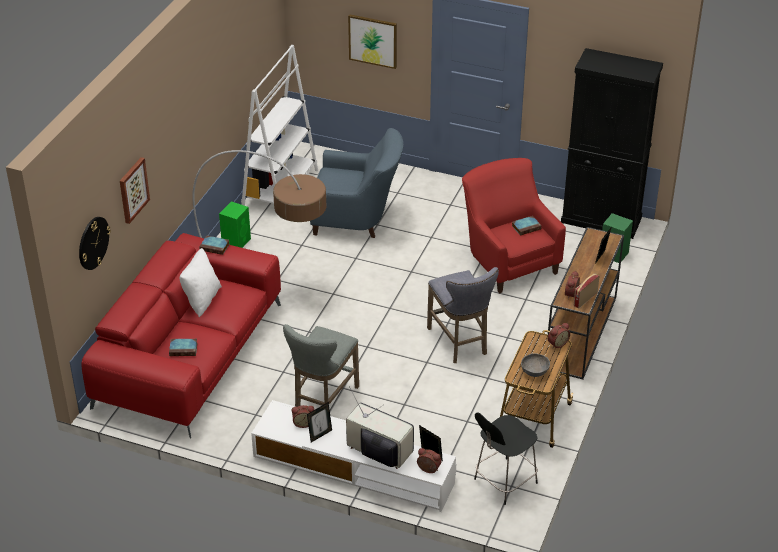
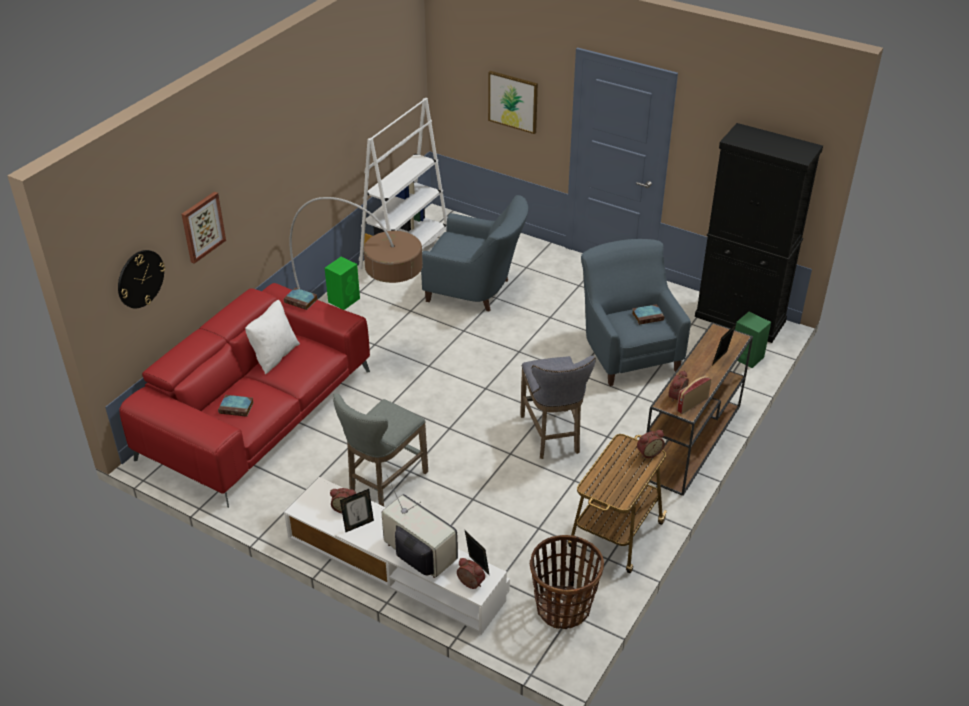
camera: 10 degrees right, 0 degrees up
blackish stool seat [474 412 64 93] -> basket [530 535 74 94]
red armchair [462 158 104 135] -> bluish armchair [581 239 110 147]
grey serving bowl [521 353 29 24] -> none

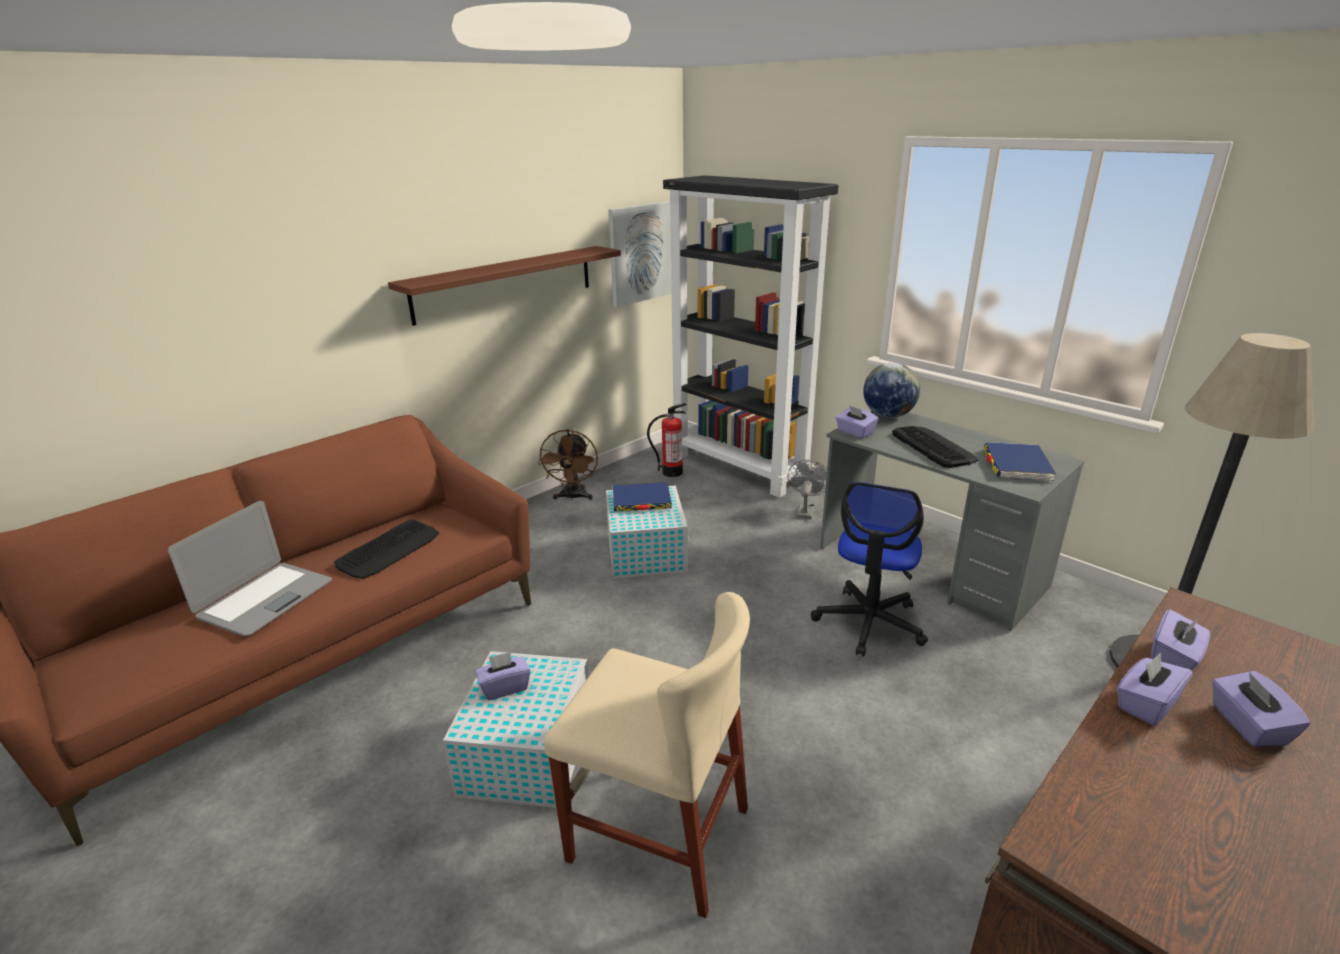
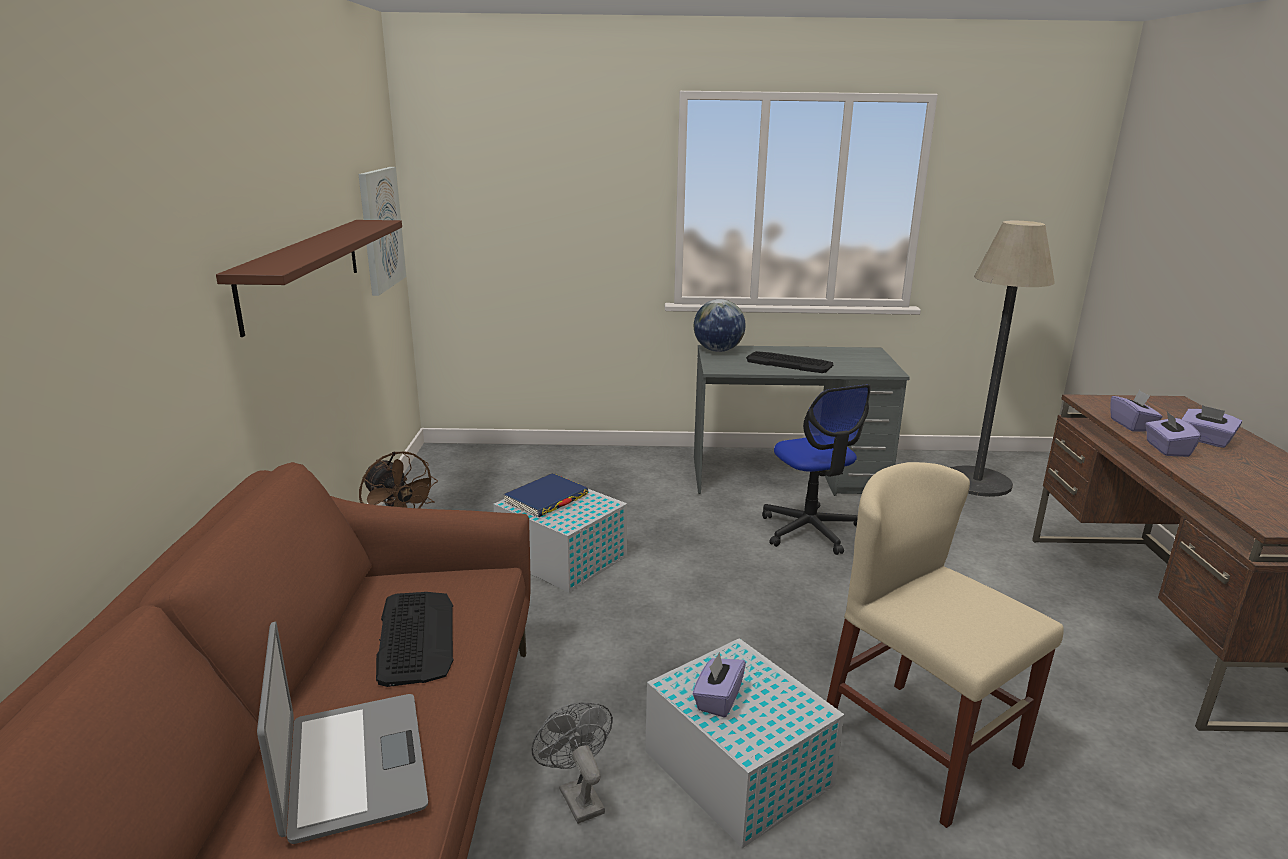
camera: 45 degrees left, 5 degrees down
grey fan [787 460 40 59] -> grey fan [531 702 82 122], shifted
beige-coloured plain chair [544 592 206 326] -> beige-coloured plain chair [827 462 237 366], 105 degrees counterclockwise
fire extinguisher [647 403 40 74] -> none
blackish bookcase [663 175 176 323] -> none
purple-coloured tissue holder [836 405 42 34] -> none
bluish bound book [984 442 72 40] -> none

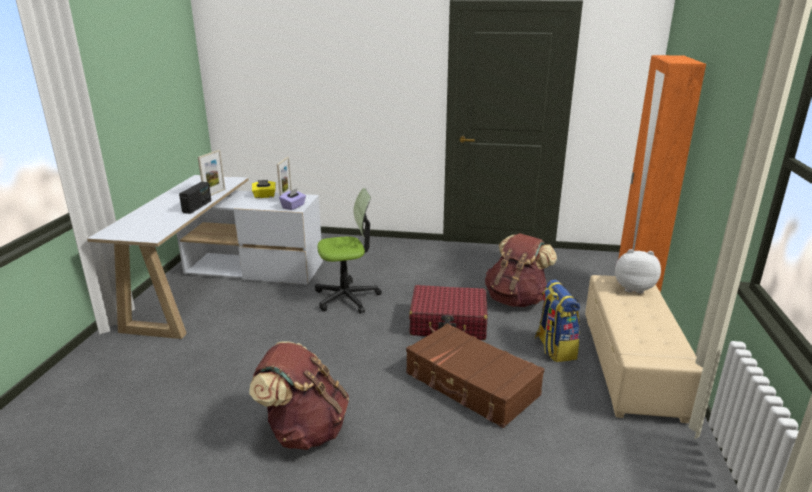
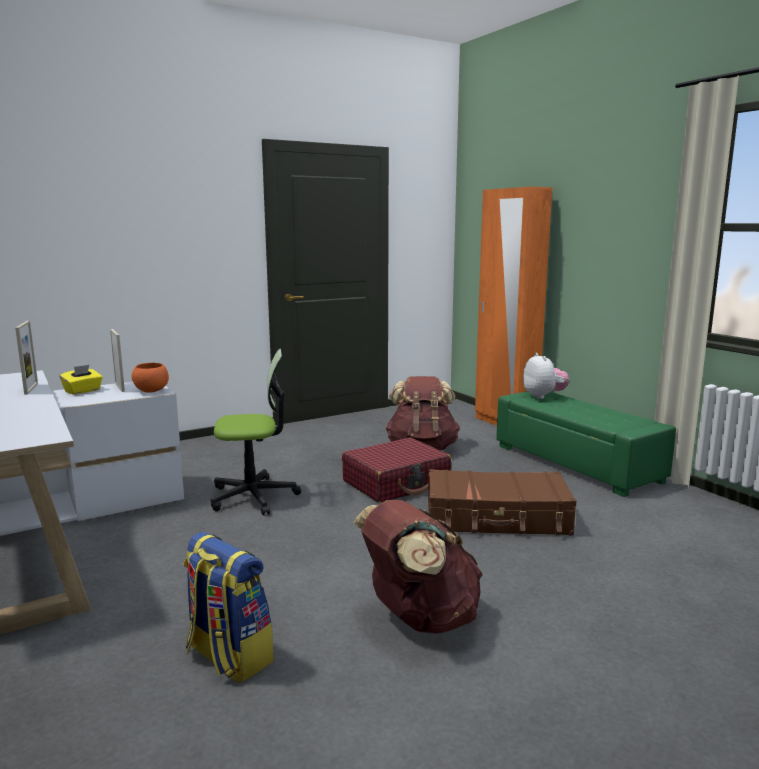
camera: 40 degrees left, 10 degrees down
purple-coloured tissue holder [279 188 27 22] -> orange-coloured serving bowl [132 363 37 30]
knapsack [535 279 45 83] -> knapsack [183 532 91 151], shifted
computer chair [315 188 67 126] -> computer chair [210 349 91 166], 45 degrees clockwise
beige-coloured pouffe [585 275 118 148] -> green-coloured pouffe [496 391 180 106]
soft toy [615 249 46 44] -> soft toy [523 353 46 46], 105 degrees clockwise
radio [179 182 33 32] -> none

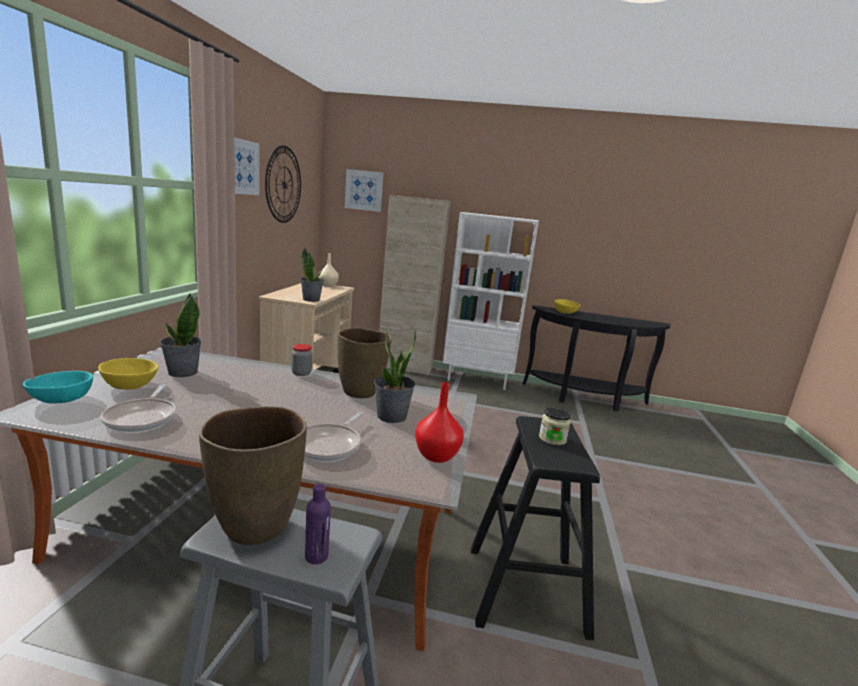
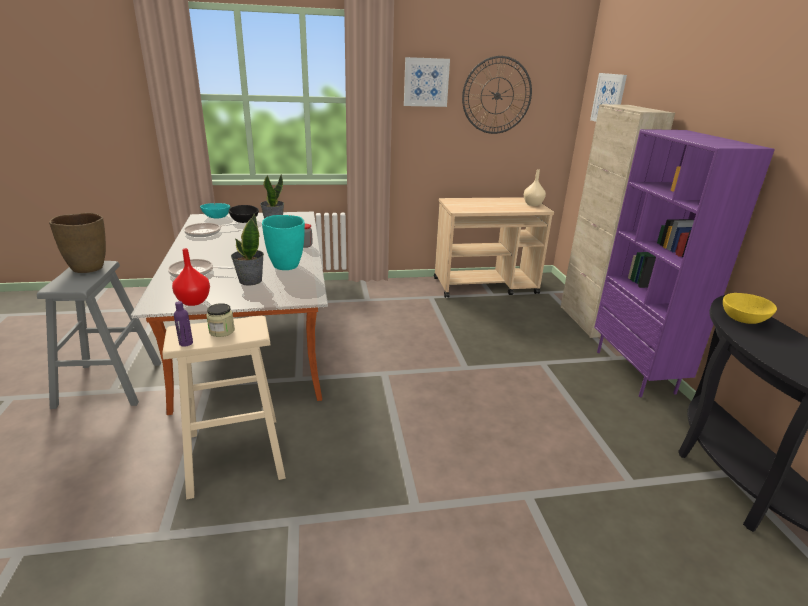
camera: 70 degrees right, 10 degrees up
blackish stool seat [471 416 129 224] -> beige-coloured stool seat [162 316 124 183]
purple-coloured beverage bottle [305 484 26 80] -> purple-coloured beverage bottle [174 301 19 46], shifted
yellow serving bowl [98 358 60 32] -> blackish serving bowl [229 205 30 18]
brown-coloured decorative vase [338 328 54 70] -> turquoise decorative vase [262 215 43 55]
white-coloured bookcase [443 212 96 178] -> purple-coloured bookcase [594 129 181 268]
houseplant [301 248 23 54] -> none

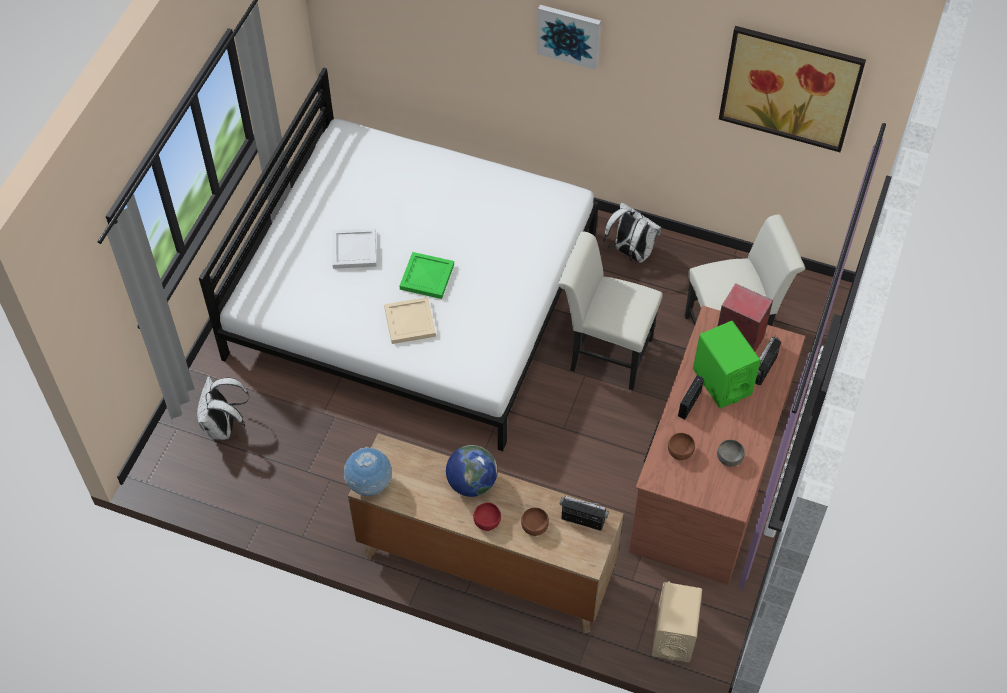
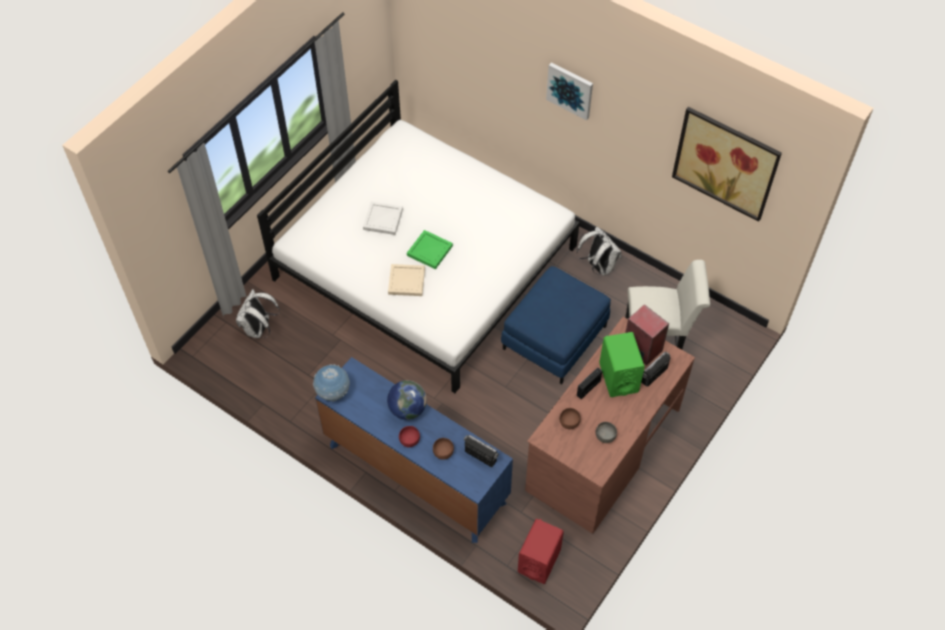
camera: 15 degrees right, 0 degrees up
brown-coloured drawer chest [348 433 276 200] -> bluish drawer chest [315 357 198 186]
white-coloured plain chair [558 232 105 158] -> bluish pouffe [501 266 110 118]
beige-coloured audio speaker [652 581 50 81] -> red audio speaker [518 519 46 65]

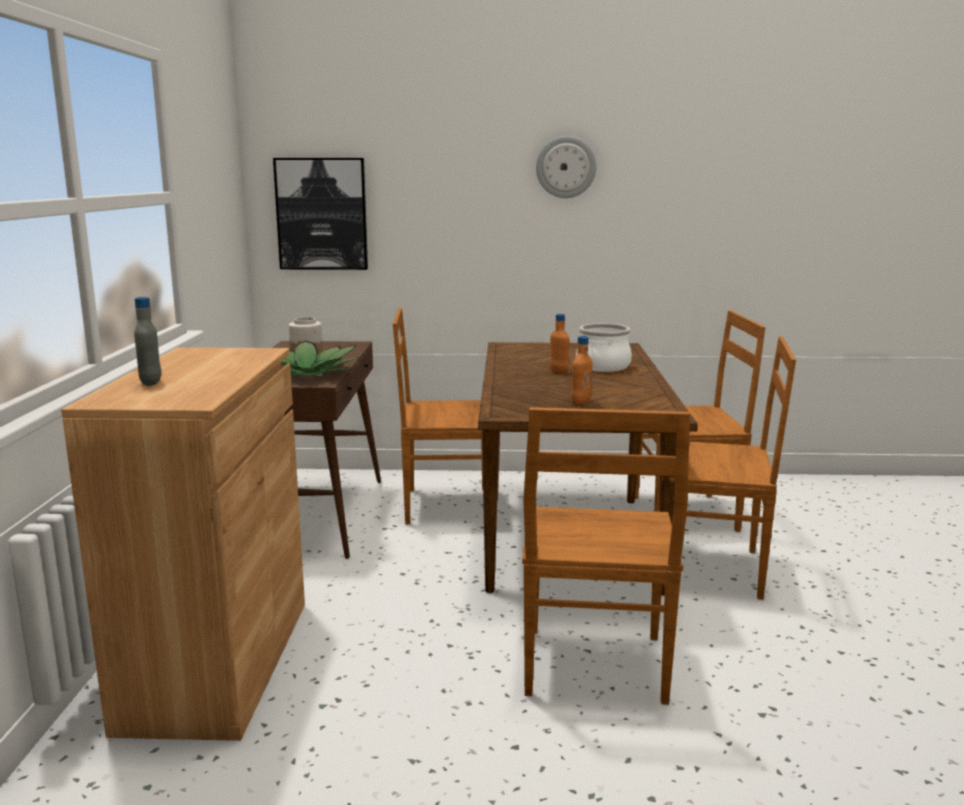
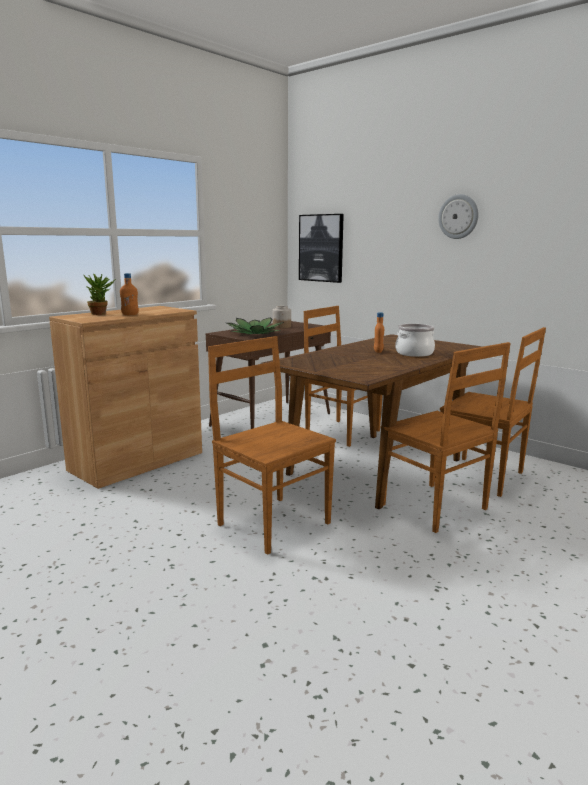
camera: 40 degrees right, 0 degrees up
grey beverage bottle [134 297 28 89] -> houseplant [83 274 33 41]
orange-coloured beverage bottle [571 336 21 69] -> orange-coloured beverage bottle [120 273 19 42], shifted
brown-coloured plain chair [522 407 168 298] -> brown-coloured plain chair [208 336 128 219], 90 degrees clockwise

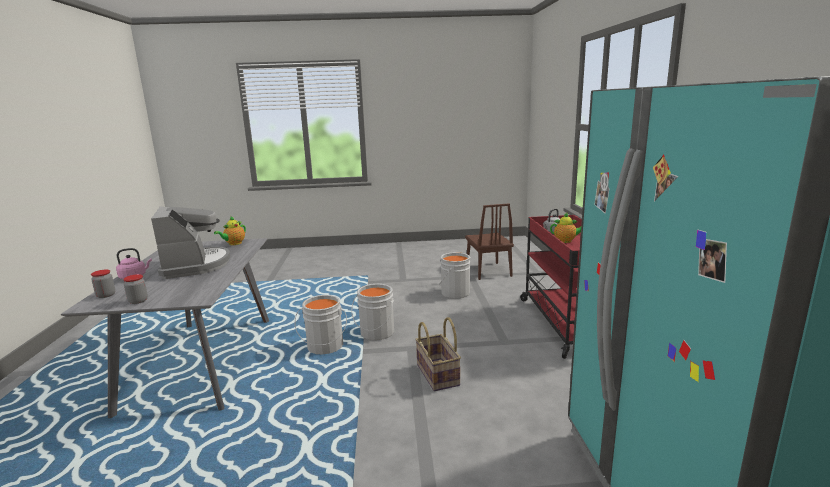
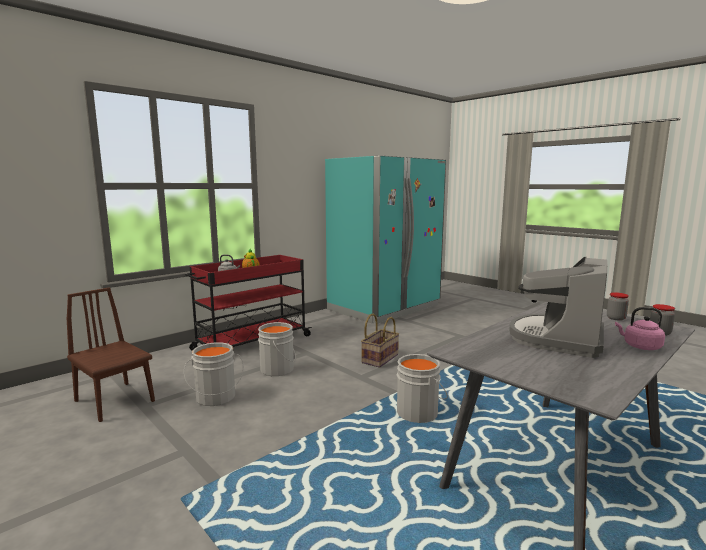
camera: 130 degrees left, 5 degrees down
brown-coloured plain chair [465 203 49 77] -> brown-coloured plain chair [67 287 88 135], 90 degrees counterclockwise
grey water bucket [351 284 43 56] -> grey water bucket [258 322 38 54], shifted
tea pot [214 216 32 29] -> none

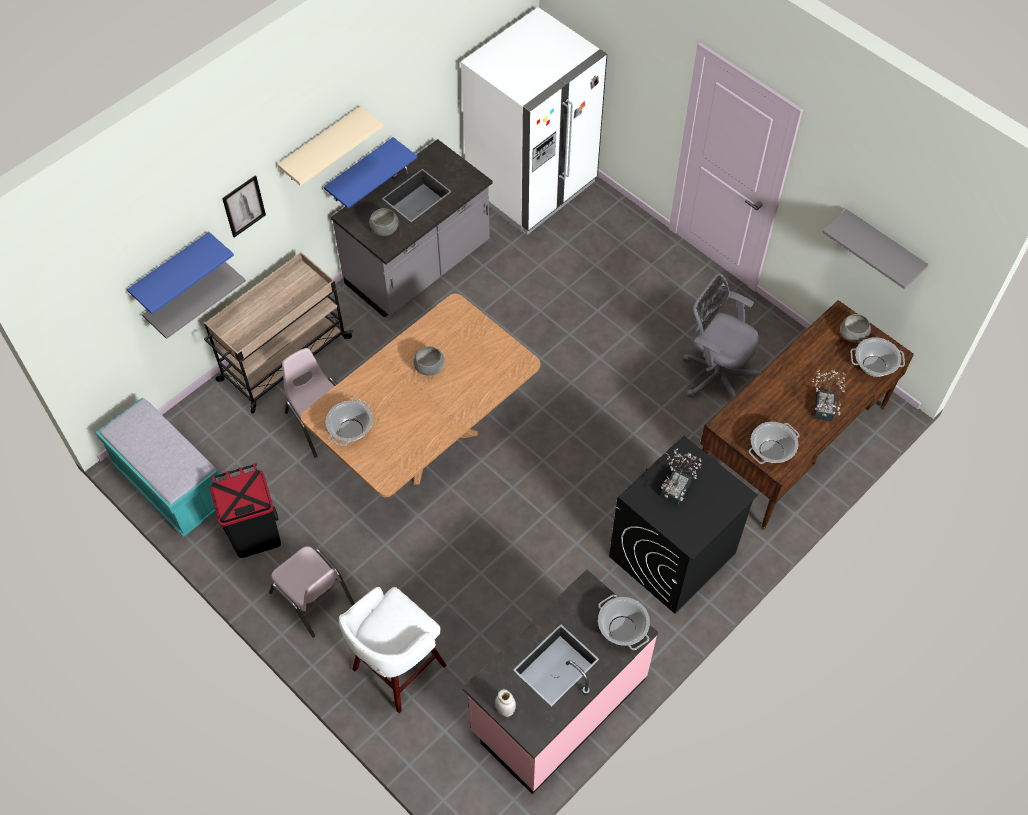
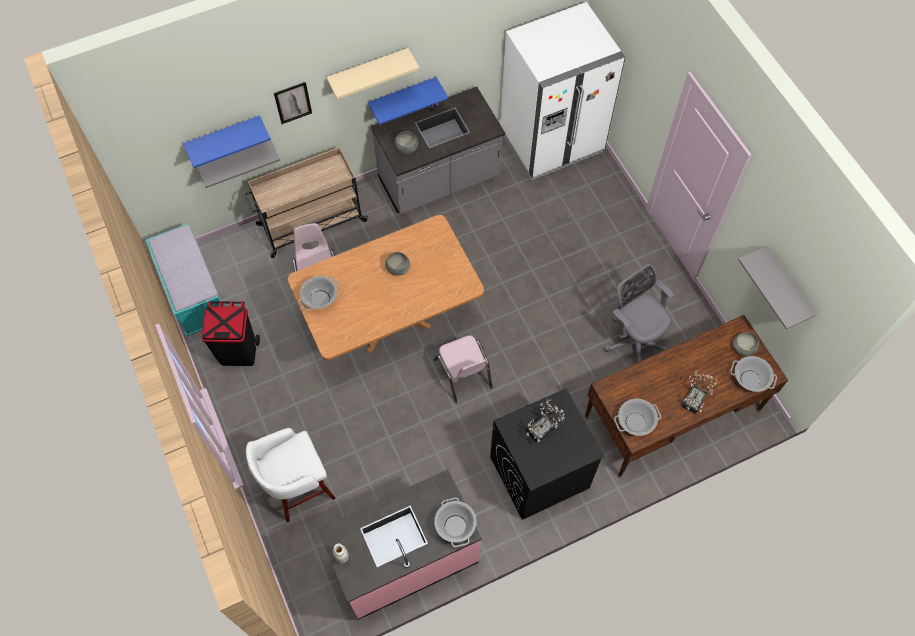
camera: 20 degrees right, 5 degrees up
pink plain chair [269 546 86 92] -> pink plain chair [434 335 59 68], shifted

